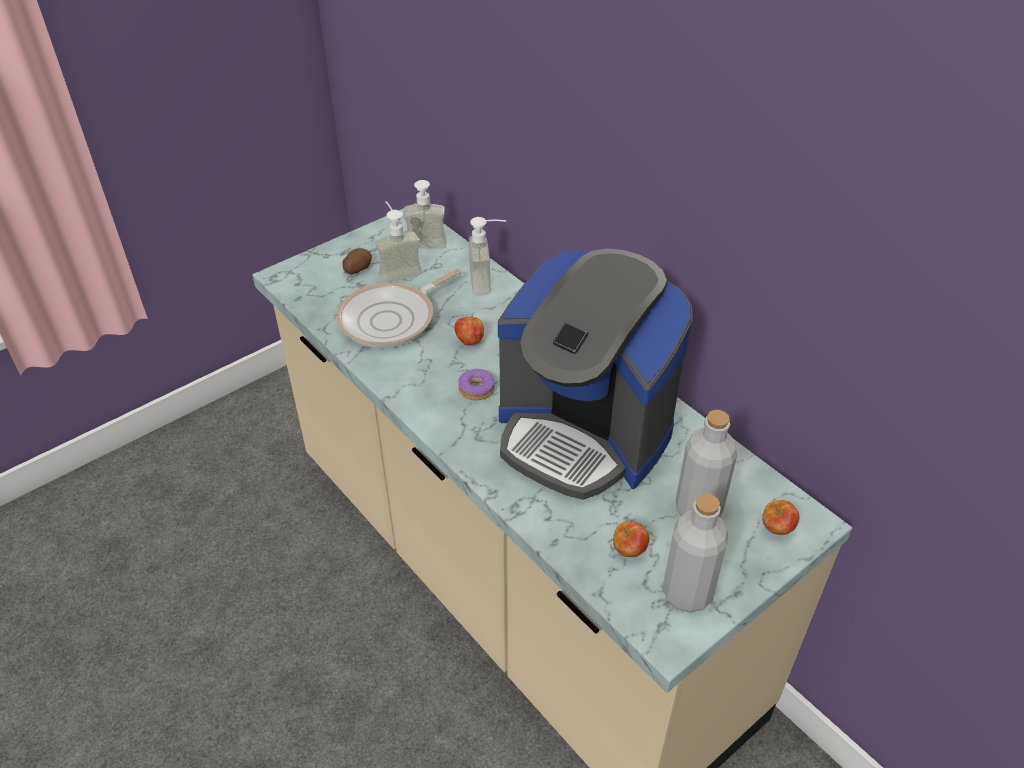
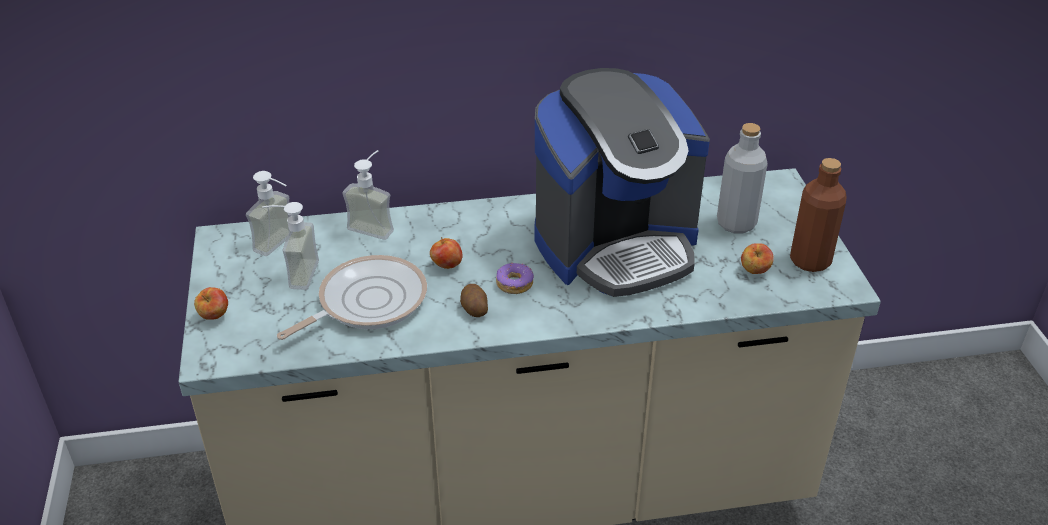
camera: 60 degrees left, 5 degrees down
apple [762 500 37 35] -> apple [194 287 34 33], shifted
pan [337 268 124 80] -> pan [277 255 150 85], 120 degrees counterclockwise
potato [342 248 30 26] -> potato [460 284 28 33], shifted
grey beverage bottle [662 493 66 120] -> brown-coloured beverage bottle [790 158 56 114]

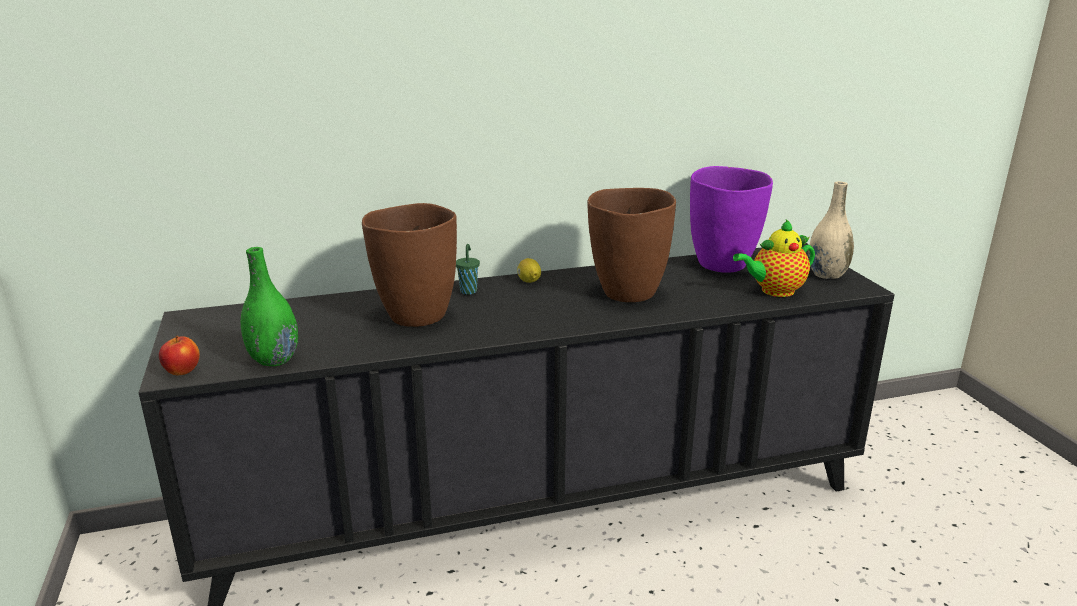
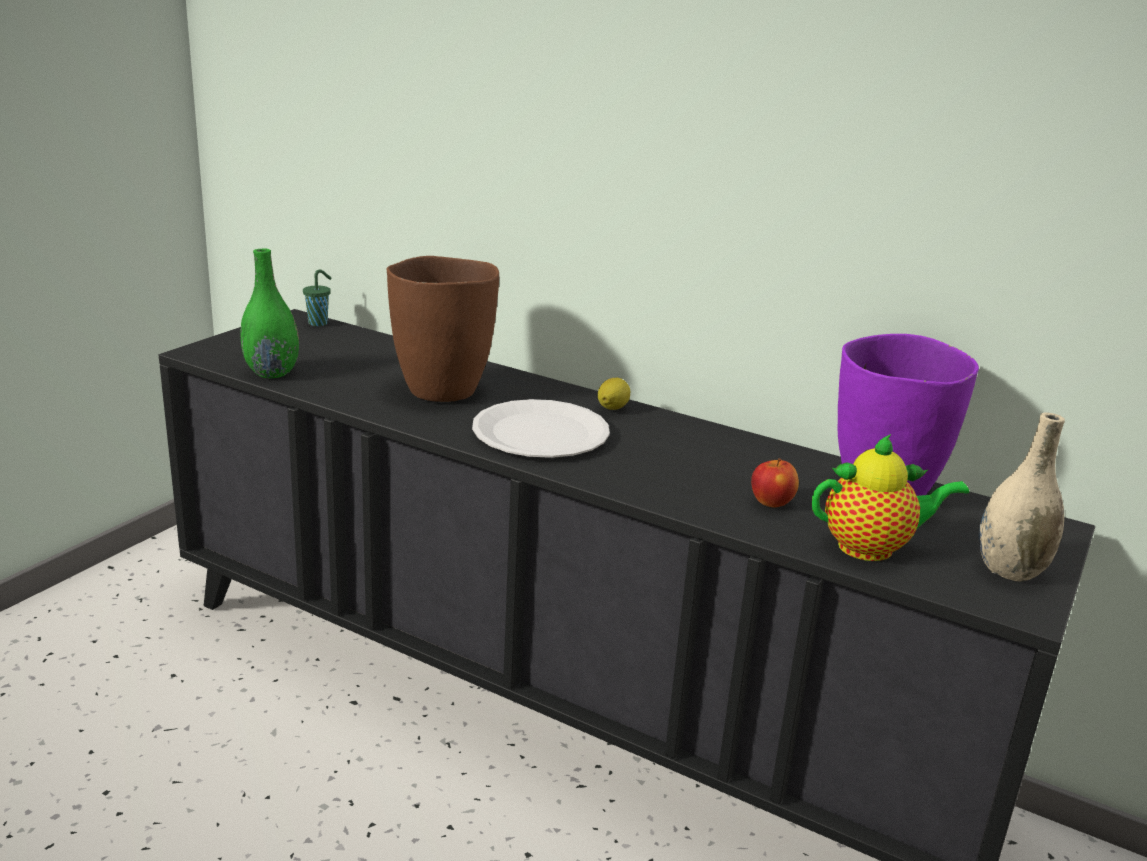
camera: 45 degrees right, 0 degrees up
green-coloured drinking cup [456 244 24 51] -> green-coloured drinking cup [303 270 29 56], shifted
none -> white-coloured dinner plate [472 399 138 59]
apple [159 336 41 39] -> apple [751 458 48 49], shifted
tea pot [733 219 82 78] -> tea pot [812 434 157 127], 150 degrees clockwise
brown-coloured decorative vase [587 188 89 114] -> none

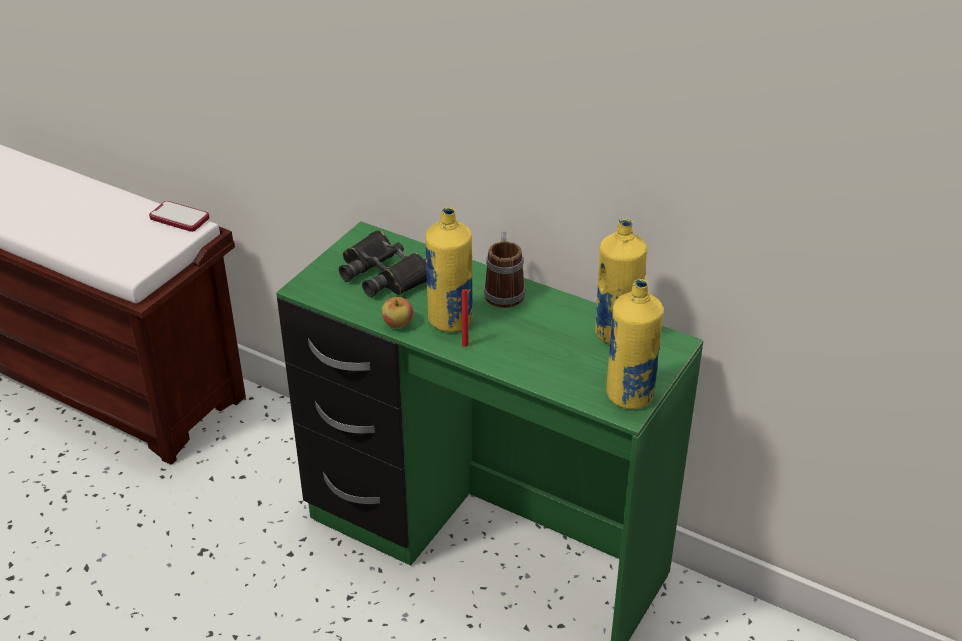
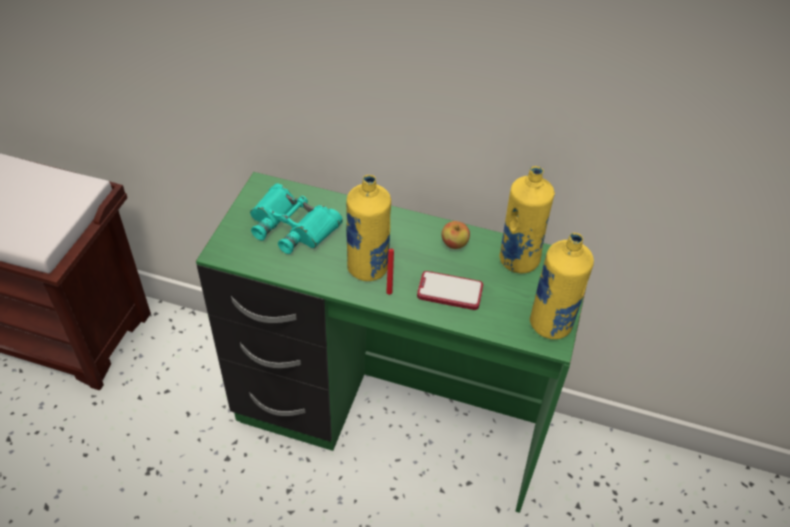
camera: 15 degrees left, 10 degrees up
blackish pair of binoculars [339 230 88 67] -> turquoise pair of binoculars [250 183 93 71]
phone [149 201 61 31] -> phone [417 271 66 39], shifted
apple [382 297 31 31] -> apple [442 221 28 28], shifted
tea mug [483 232 43 76] -> none

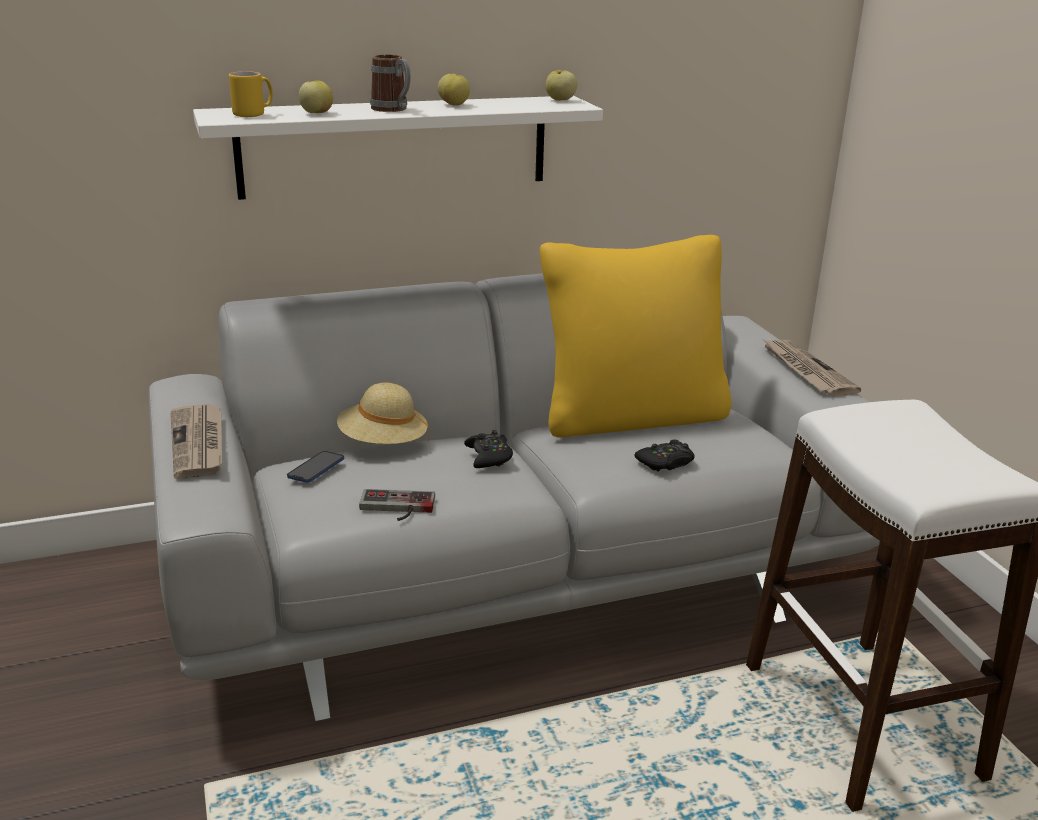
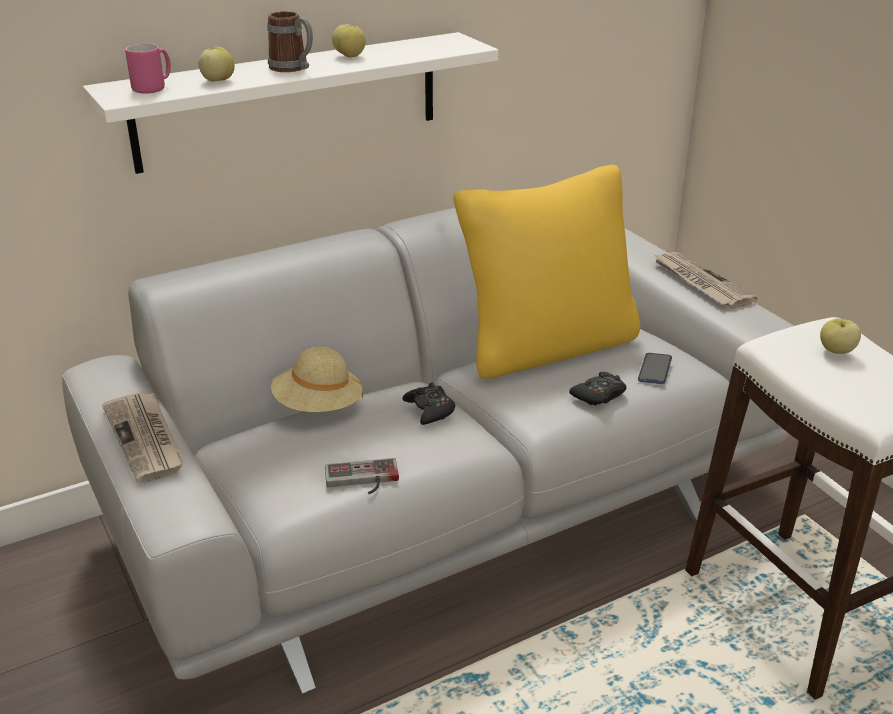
camera: 10 degrees left, 5 degrees up
yellow tea mug [229 71 44 46] -> pink tea mug [125 44 46 49]
phone [287 451 57 32] -> phone [638 353 34 31], shifted
apple [546 70 31 31] -> apple [820 318 41 36], shifted

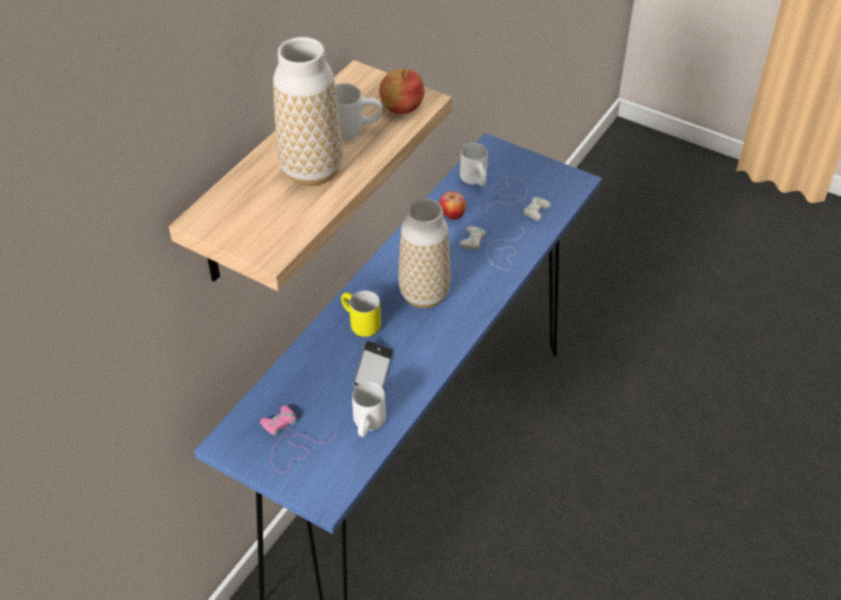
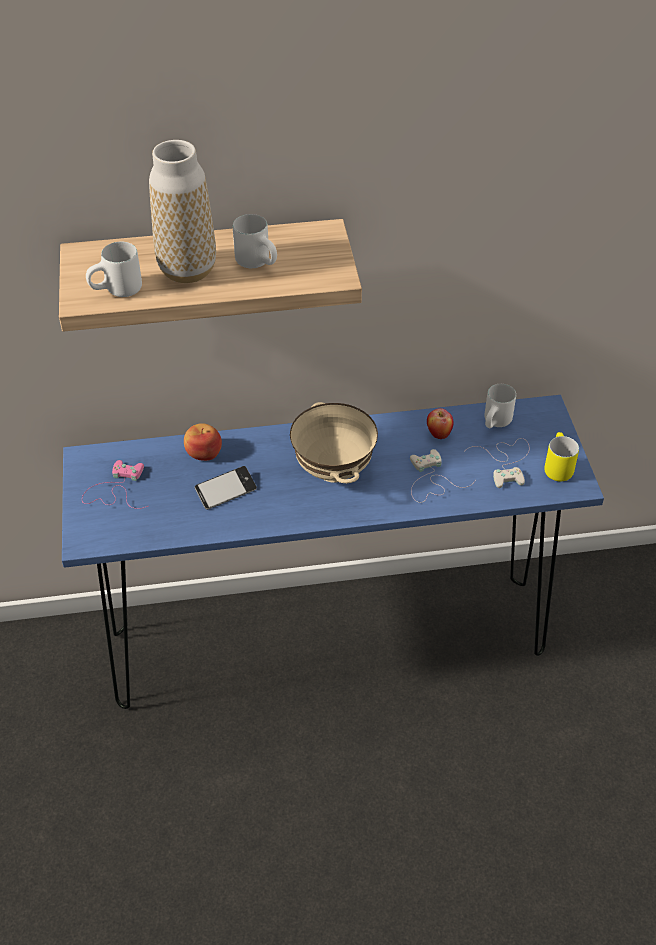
camera: 50 degrees right, 0 degrees up
white-coloured tea mug [352 382 34 55] -> white-coloured tea mug [86 242 56 55], shifted
apple [379 68 45 46] -> apple [184 423 38 38], shifted
decorative vase [398 198 53 110] -> beige-coloured serving bowl [290 402 88 81]
yellow tea mug [341 291 40 46] -> yellow tea mug [544 432 35 50], shifted

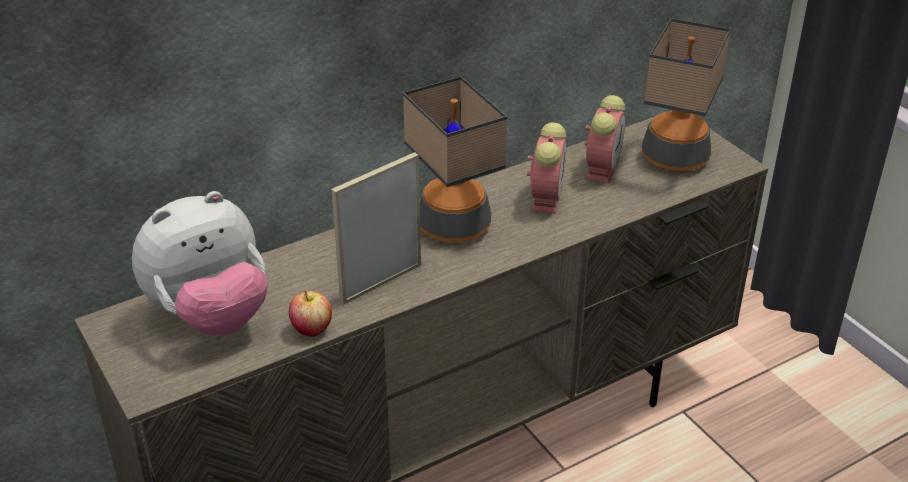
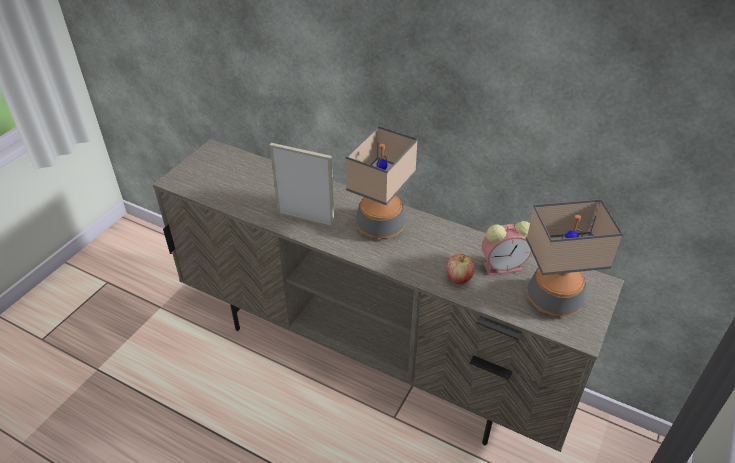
camera: 60 degrees right, 5 degrees up
apple [289 290 43 47] -> apple [446 254 29 30], shifted
soft toy [132 191 136 144] -> none
alarm clock [527 122 39 92] -> none

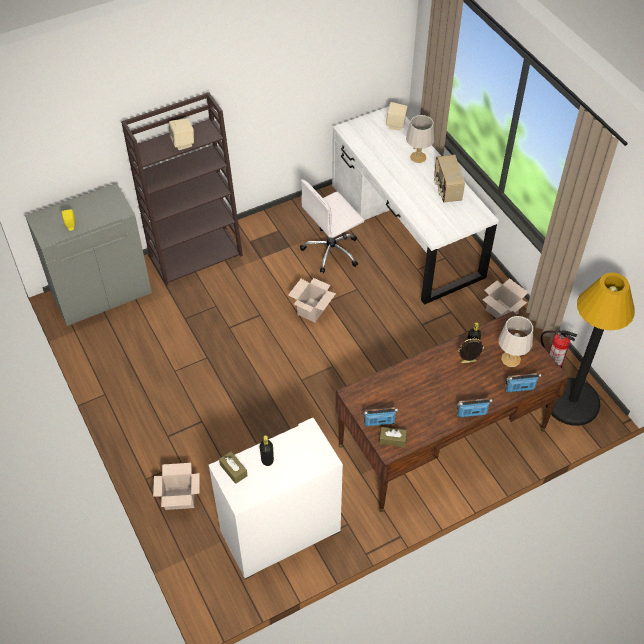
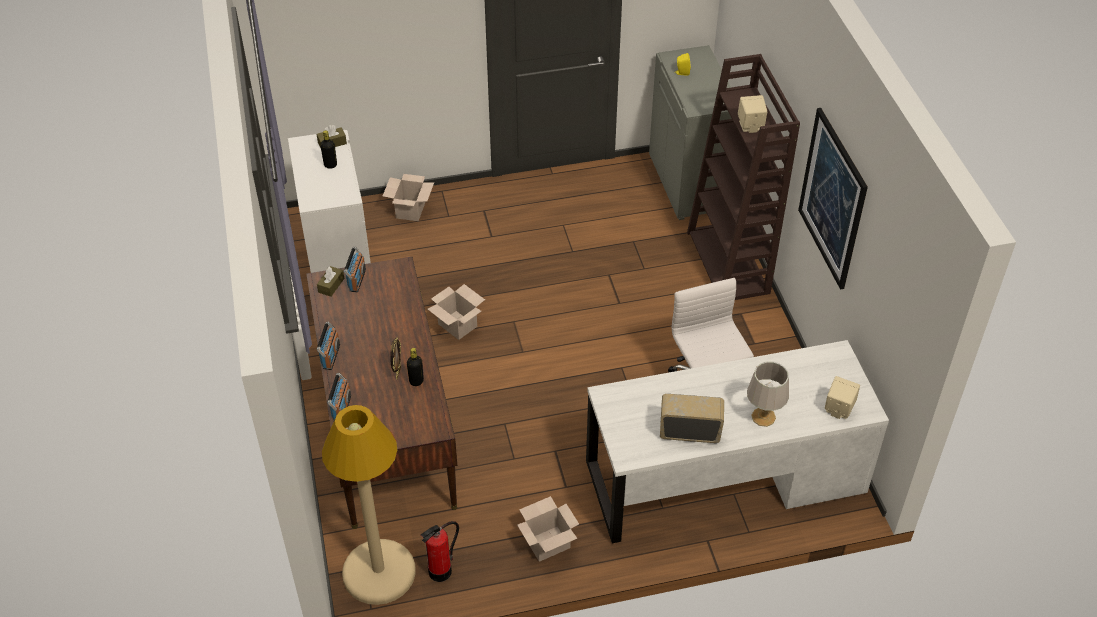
camera: 105 degrees right, 5 degrees down
blackish standing lamp [546 272 89 154] -> beige-coloured standing lamp [322 405 94 200]
cardboard box [288 278 48 45] -> cardboard box [428 284 57 56], shifted
none -> wall art [798 108 70 182]
grey tabletop lamp [499 316 34 51] -> none

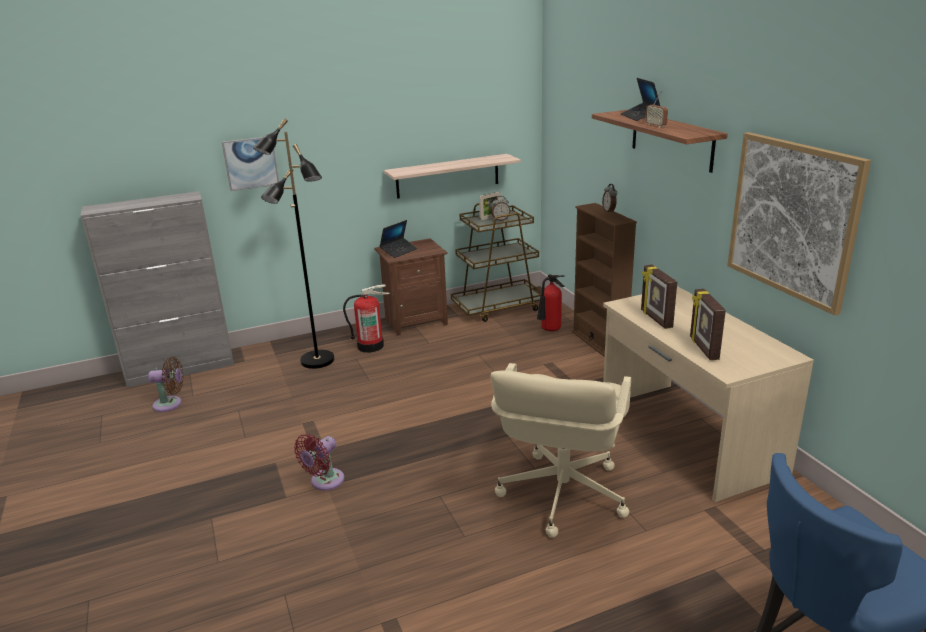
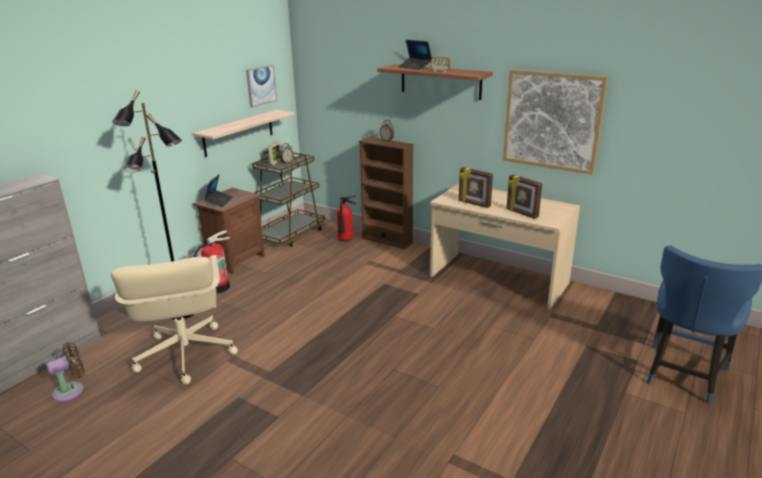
camera: 35 degrees left, 0 degrees up
beige-coloured computer chair [490 363 141 175] -> beige-coloured computer chair [111 255 127 129], shifted
wall art [222 137 57 54] -> wall art [246 65 31 42], shifted
red fan [294 434 51 57] -> none

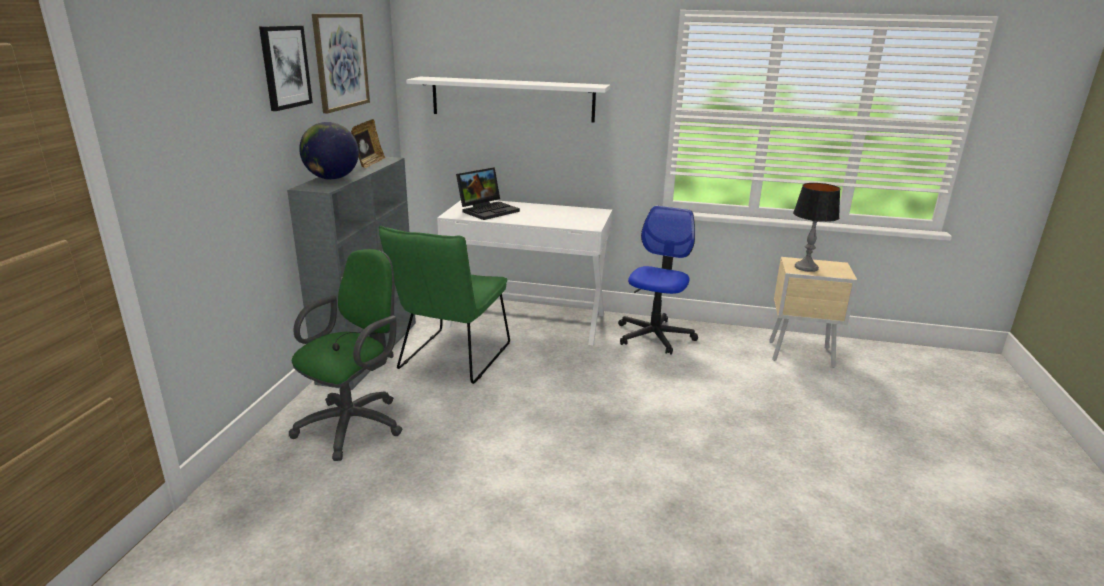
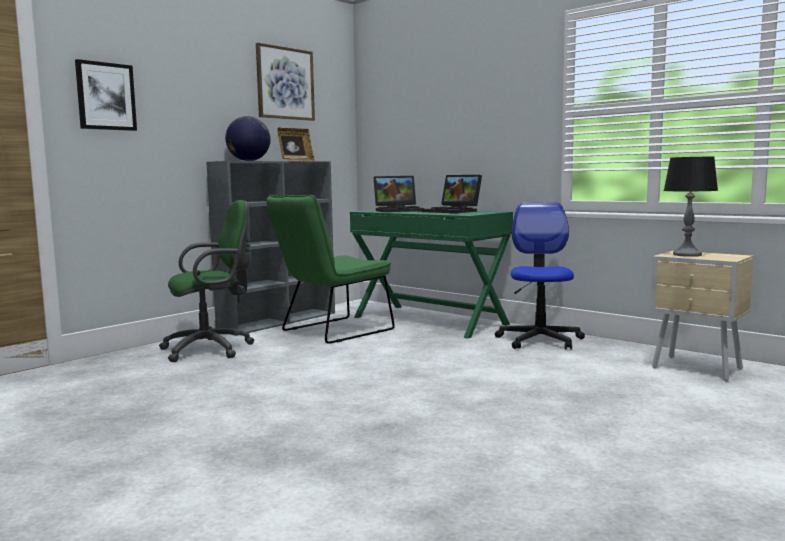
camera: 30 degrees right, 15 degrees down
wall art [259 25 54 86] -> wall art [75 59 62 72], shifted
white-coloured desk table [437 200 175 146] -> green-coloured desk table [350 210 163 129]
none -> portable computer [422 175 60 38]
computer chair [618 206 80 149] -> computer chair [495 203 90 147], 45 degrees counterclockwise
white-coloured bracket shelf [406 77 204 46] -> none

